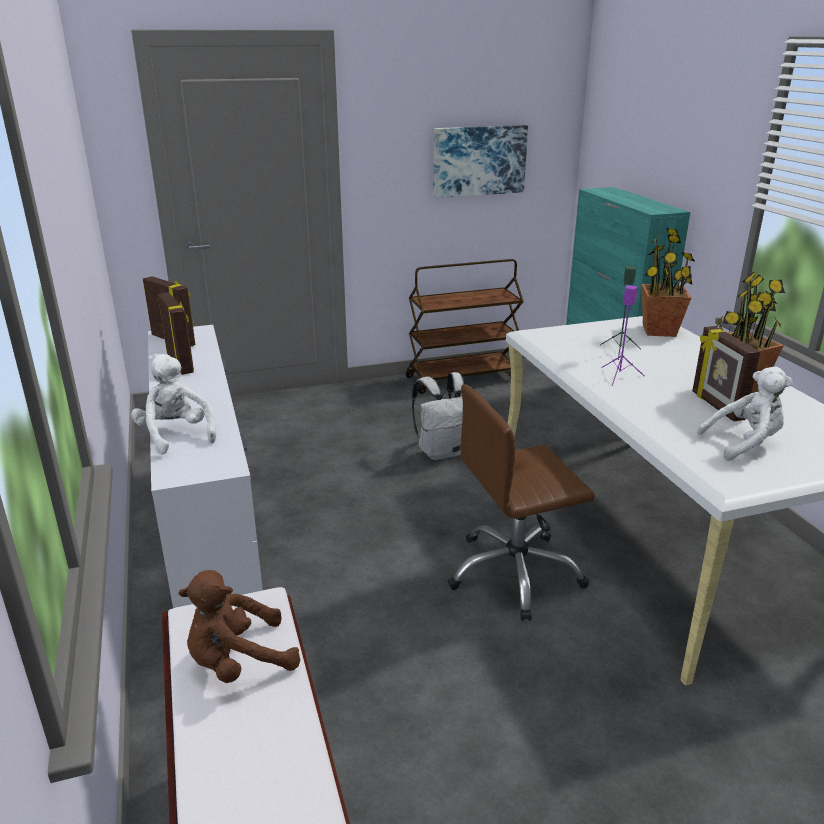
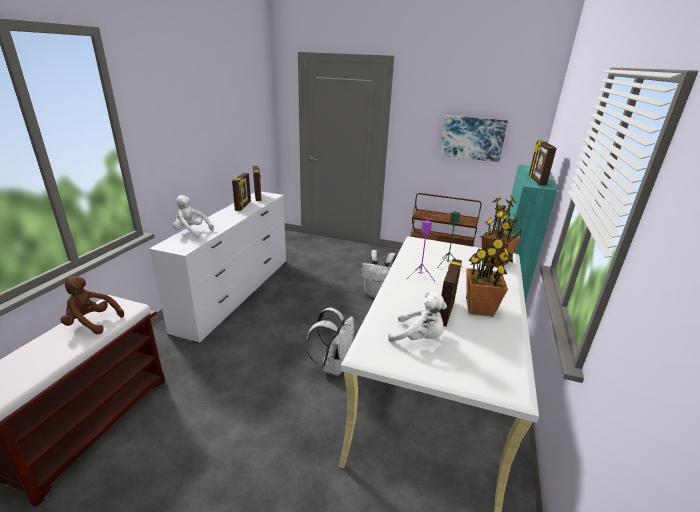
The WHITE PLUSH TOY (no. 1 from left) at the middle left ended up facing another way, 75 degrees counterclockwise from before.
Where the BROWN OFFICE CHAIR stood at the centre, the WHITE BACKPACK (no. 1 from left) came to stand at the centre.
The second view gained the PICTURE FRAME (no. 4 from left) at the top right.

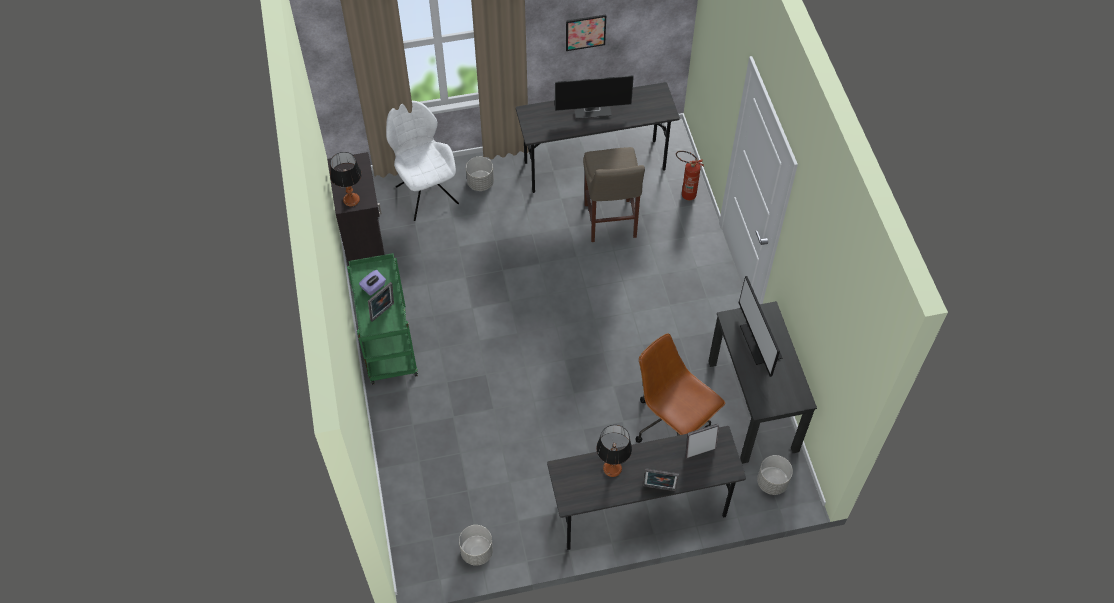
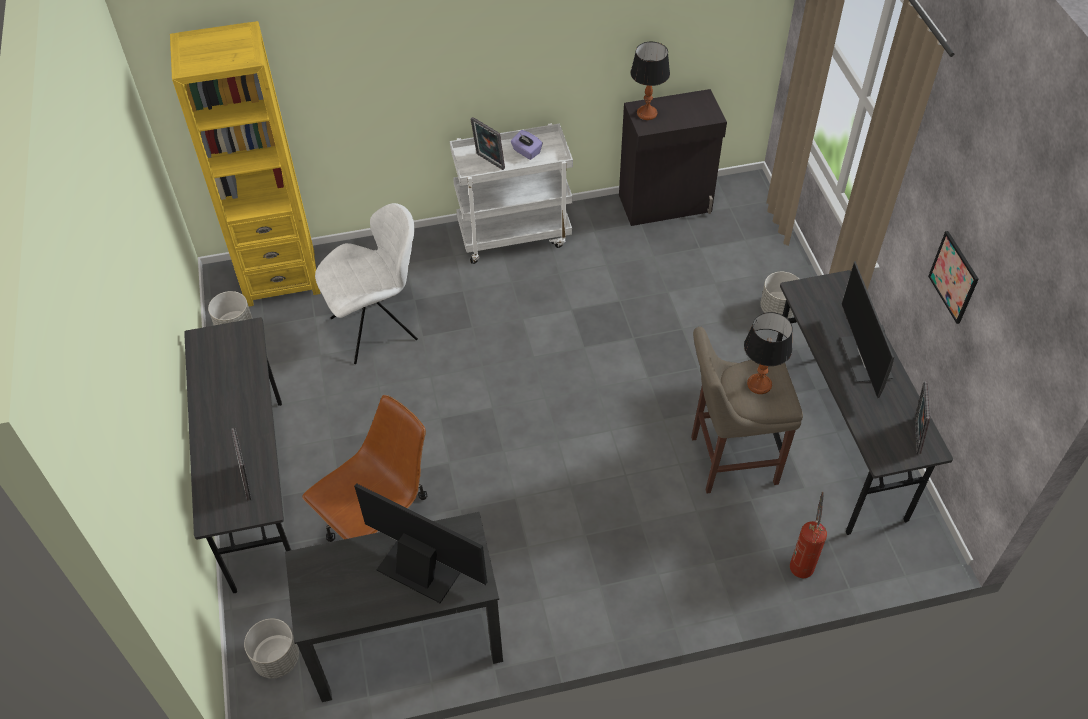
What was the GREEN CART at the centre turned into the WHITE CART at the top centre.
The WHITE CHAIR ended up elsewhere, having gone from the top centre to the centre.
The TABLE LAMP (no. 2 from left) ended up elsewhere, having gone from the bottom centre to the middle right.
The PICTURE FRAME (no. 2 from left in the first image) ended up elsewhere, having gone from the bottom centre to the middle right.
The MONITOR (no. 2 from left in the first image) at the middle right ended up facing another way, 45 degrees clockwise from before.
The second view gained the YELLOW BOOKCASE at the top left.

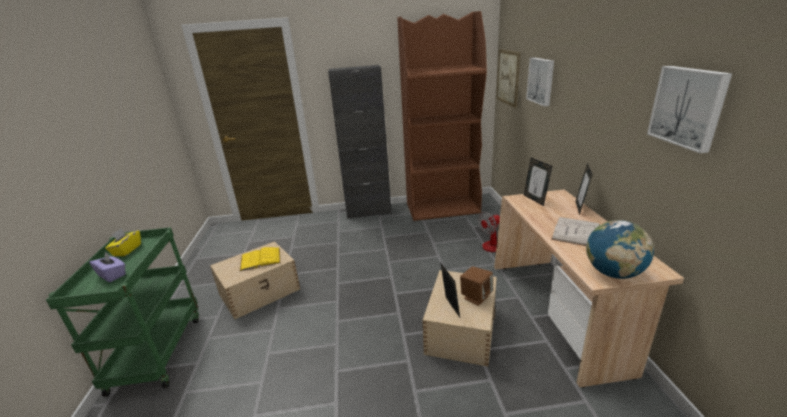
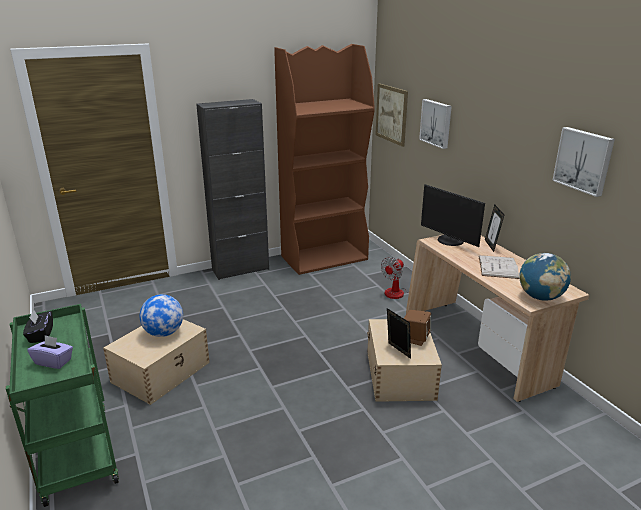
What was the YELLOW TISSUE BOX at the middle left turned into the BLACK TISSUE BOX at the middle left.
Where the YELLOW BOOK stood at the middle left, the GLOBE (no. 1 from left) came to stand at the middle left.
Where the PICTURE FRAME (no. 2 from left) stood at the middle right, the MONITOR came to stand at the middle right.

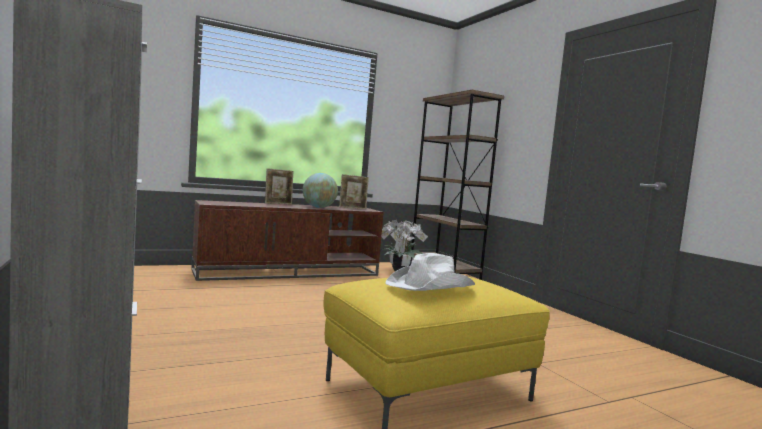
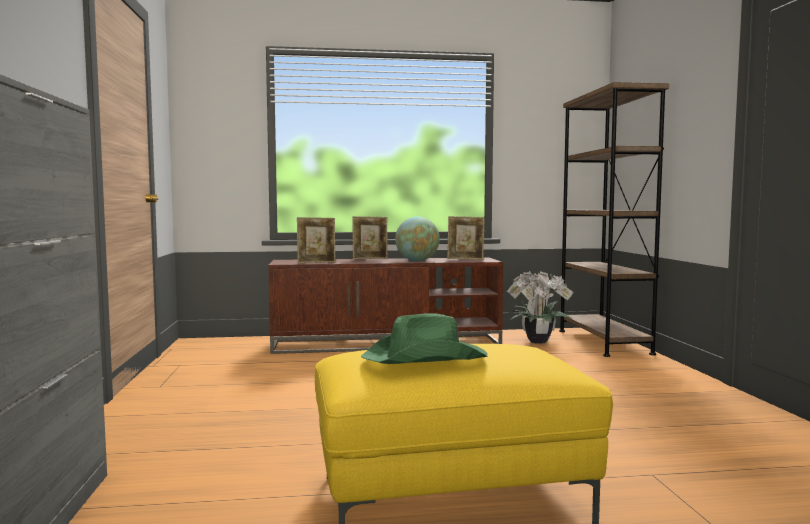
What was the WHITE HAT at the centre turned into the GREEN HAT at the centre.
The second view gained the PICTURE FRAME (no. 1 from left) at the centre.

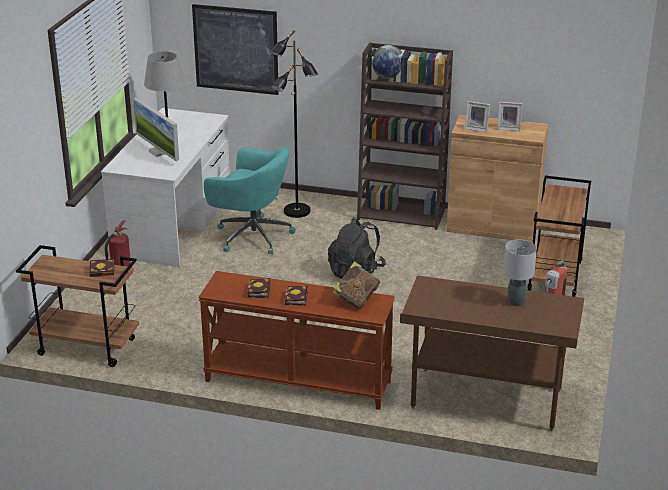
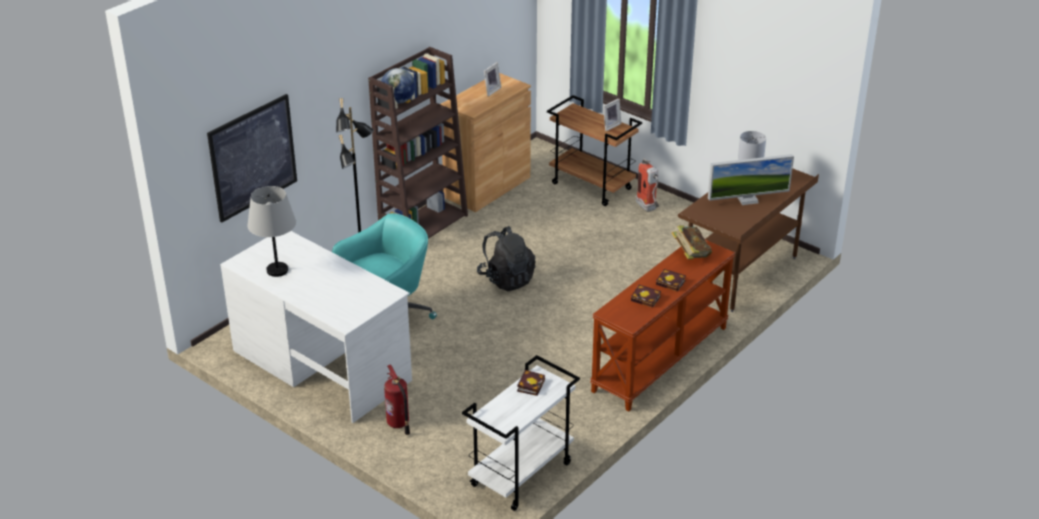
What was the BROWN CART (no. 1 from left) at the middle left turned into the WHITE CART at the bottom centre.
The MONITOR ended up elsewhere, having gone from the top left to the middle right.
The PICTURE FRAME (no. 1 from left in the first image) ended up elsewhere, having gone from the top right to the top centre.

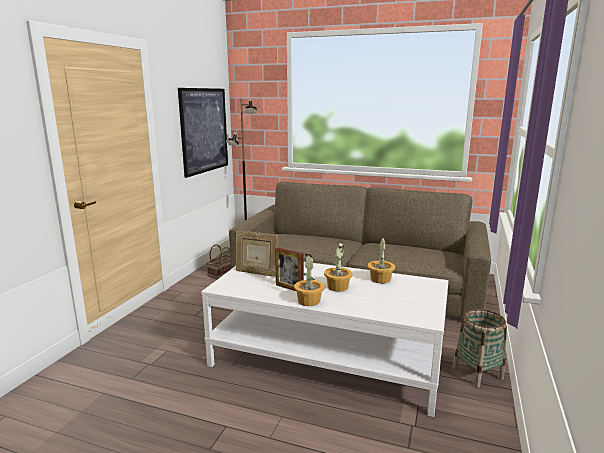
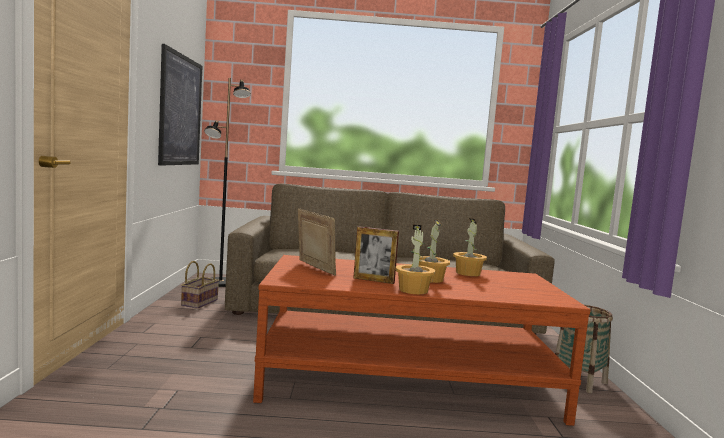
What was the WHITE COFFEE TABLE at the bottom centre turned into the BROWN COFFEE TABLE at the bottom centre.
The PICTURE FRAME (no. 1 from left) at the centre ended up facing another way, 135 degrees counterclockwise from before.

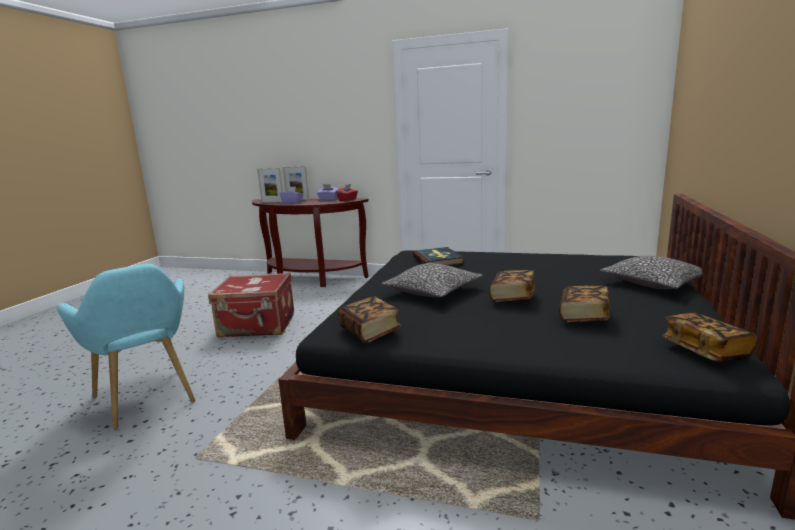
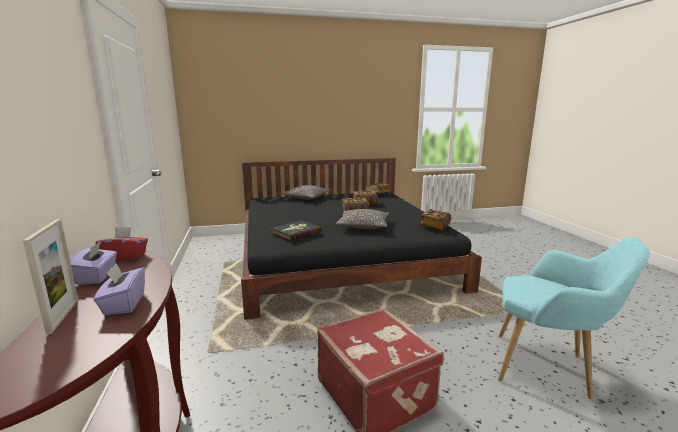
The TURQUOISE ARMCHAIR at the middle left ended up facing another way, 90 degrees clockwise from before.
The second view lost the PICTURE FRAME (no. 1 from left) at the centre.

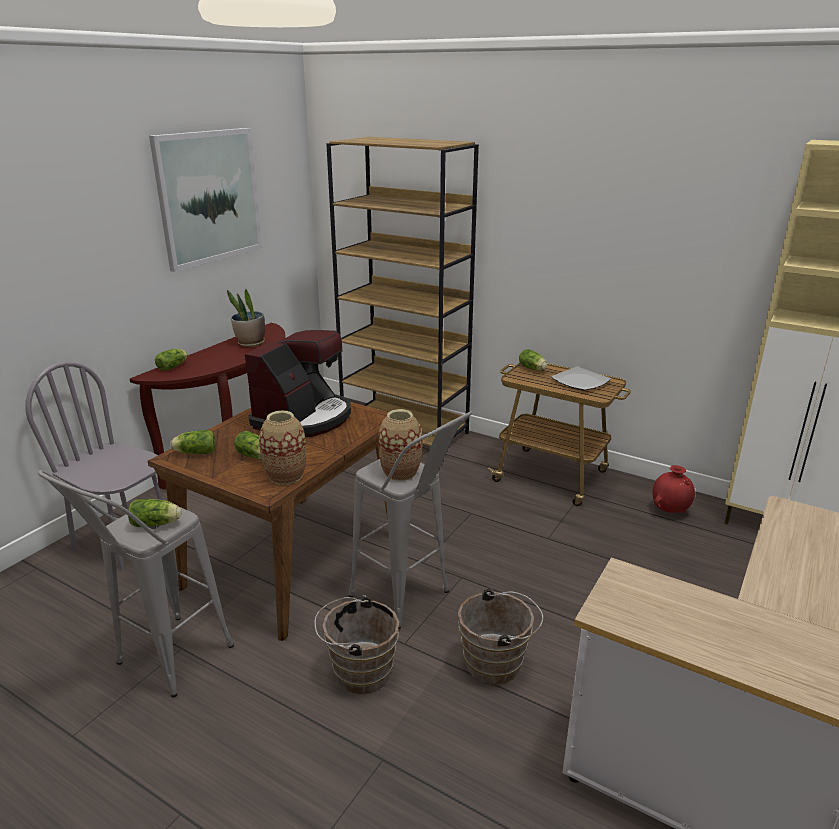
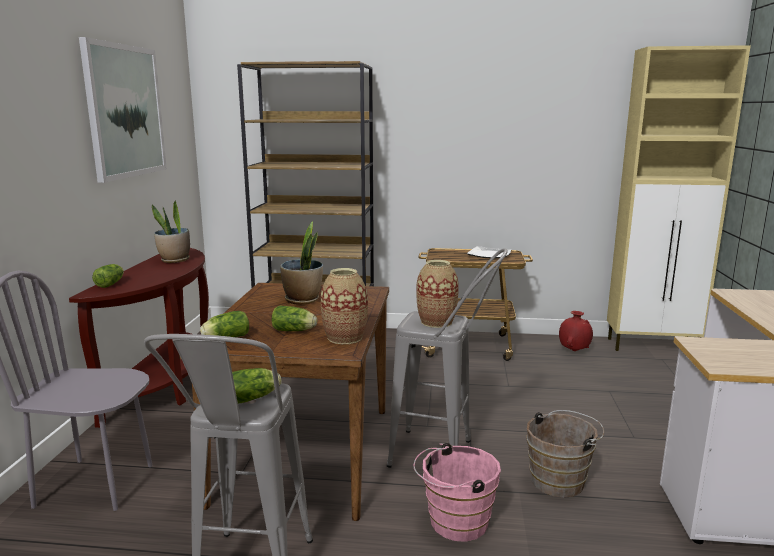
Where the COFFEE MACHINE stood at the centre, the POTTED PLANT (no. 2 from left) came to stand at the centre.
What was the BROWN BUCKET (no. 1 from left) at the bottom centre turned into the PINK BUCKET at the bottom centre.
The second view lost the LETTUCE (no. 5 from left) at the centre.

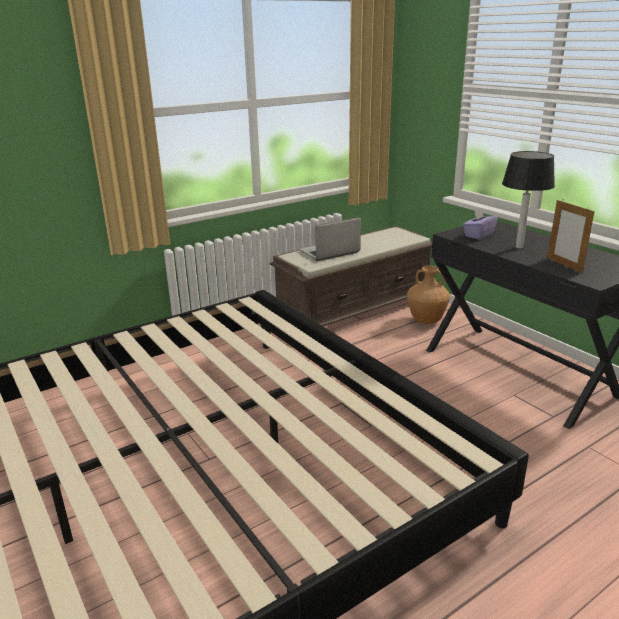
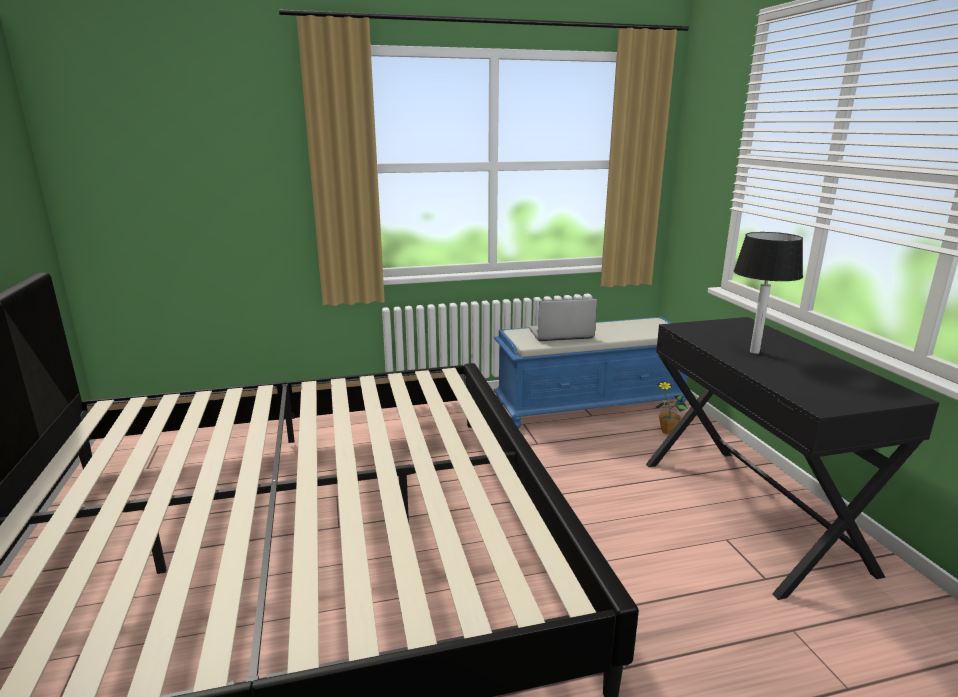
What was the BROWN BENCH at the centre turned into the BLUE BENCH at the centre.
Where the BROWN VASE stood at the middle right, the POTTED PLANT came to stand at the middle right.
The second view lost the PURPLE TISSUE BOX at the middle right.
The second view lost the PICTURE FRAME at the middle right.

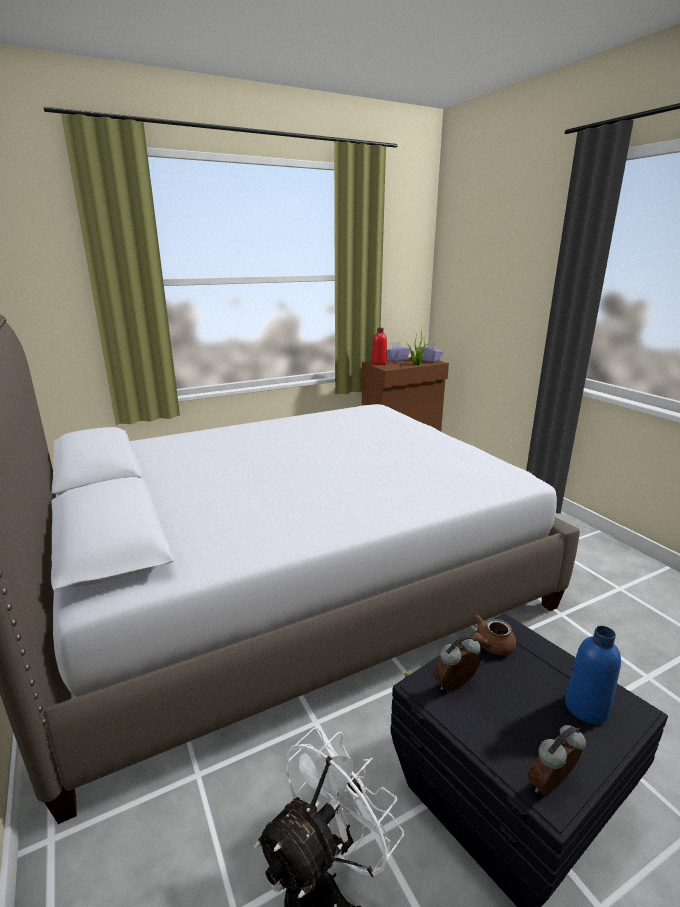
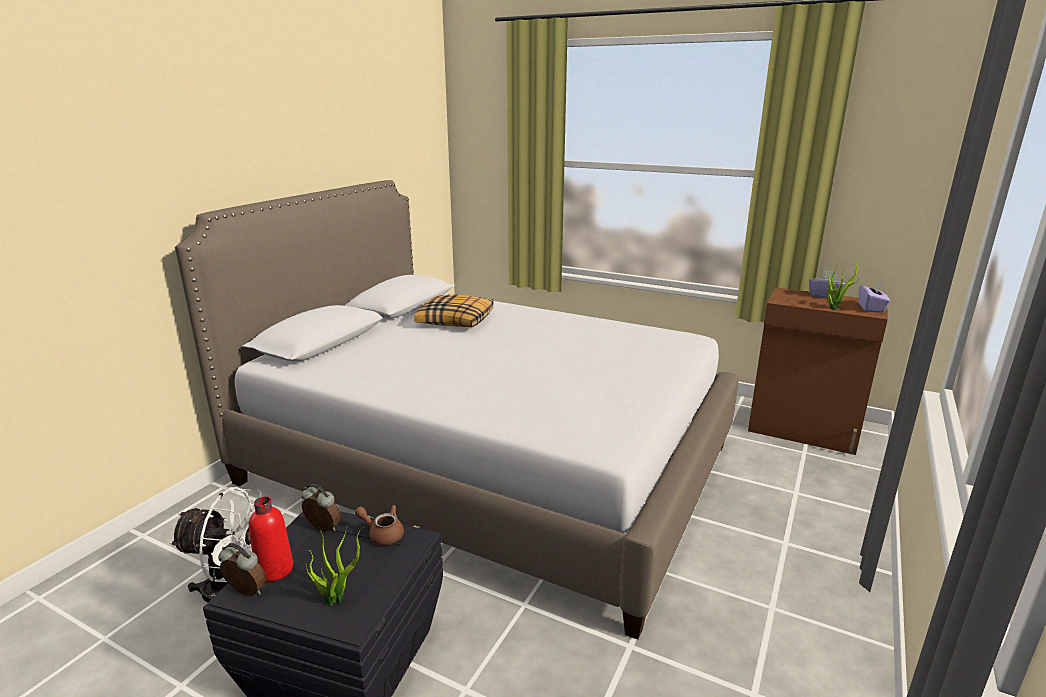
The RED BOTTLE ended up elsewhere, having gone from the centre to the bottom left.
Where the BLUE BOTTLE stood at the bottom right, the POTTED PLANT (no. 1 from left) came to stand at the bottom left.
The second view gained the PILLOW at the centre.

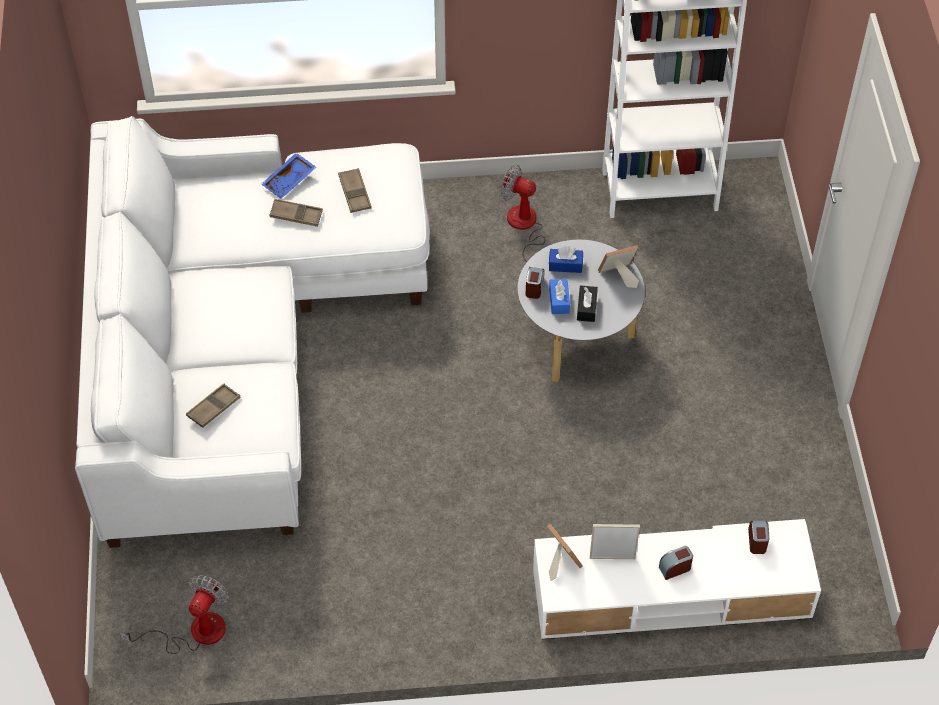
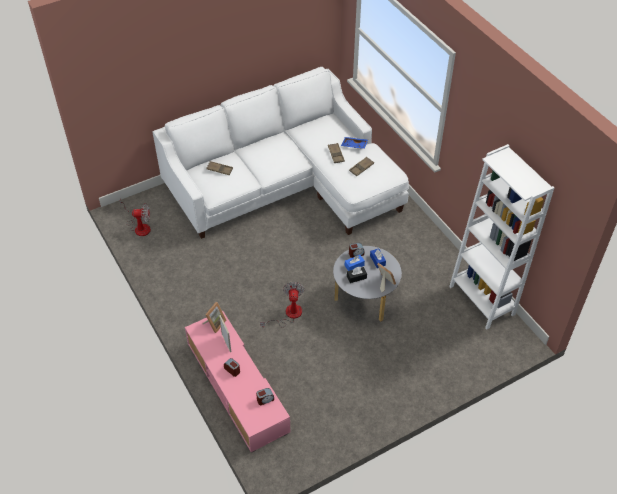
The FAN (no. 2 from left) ended up elsewhere, having gone from the top centre to the centre.
What was the WHITE TV STAND at the bottom right turned into the PINK TV STAND at the bottom centre.

